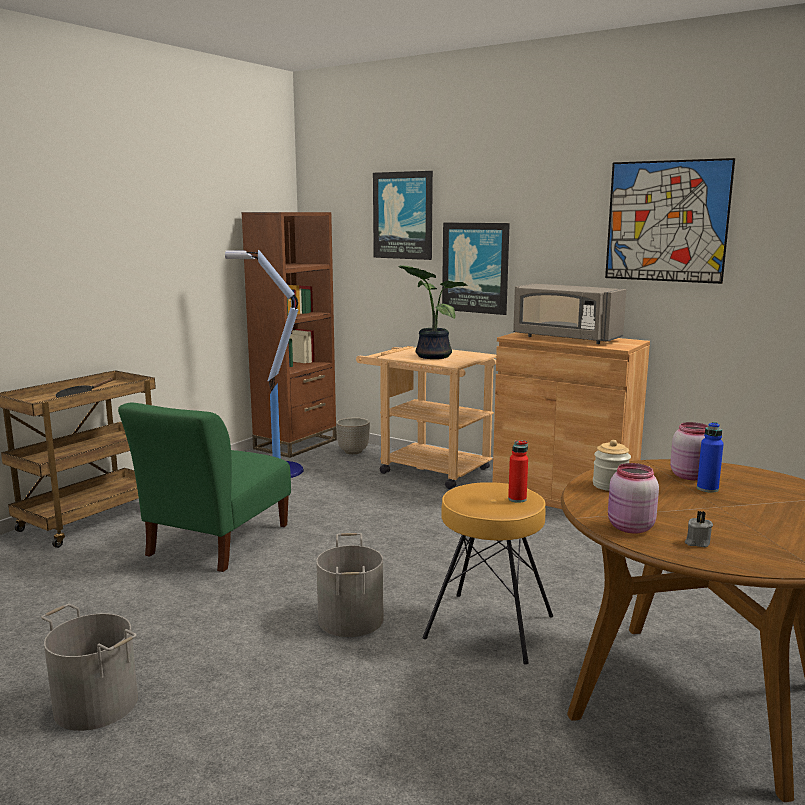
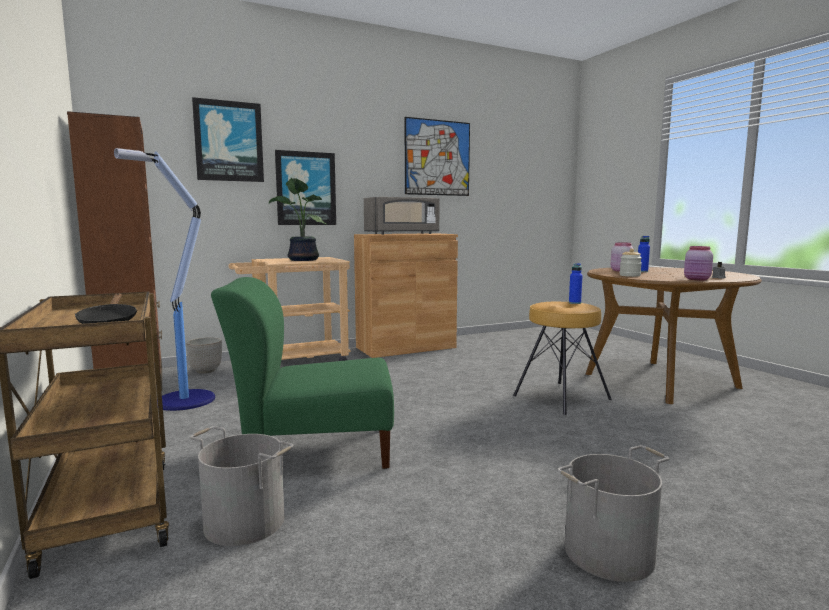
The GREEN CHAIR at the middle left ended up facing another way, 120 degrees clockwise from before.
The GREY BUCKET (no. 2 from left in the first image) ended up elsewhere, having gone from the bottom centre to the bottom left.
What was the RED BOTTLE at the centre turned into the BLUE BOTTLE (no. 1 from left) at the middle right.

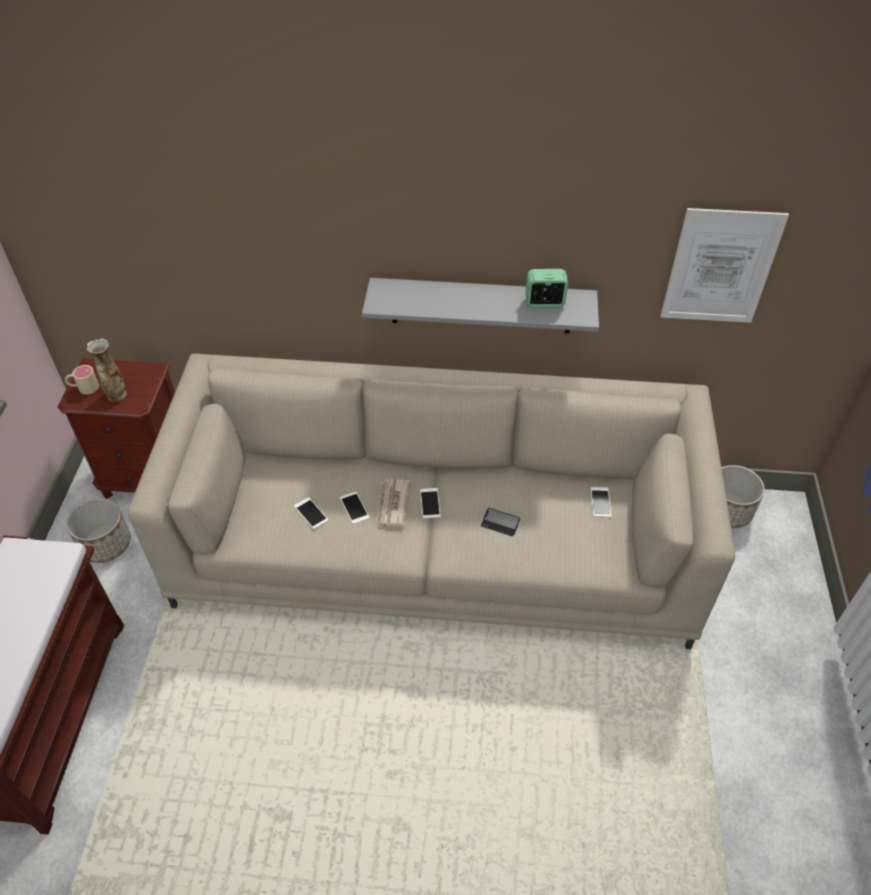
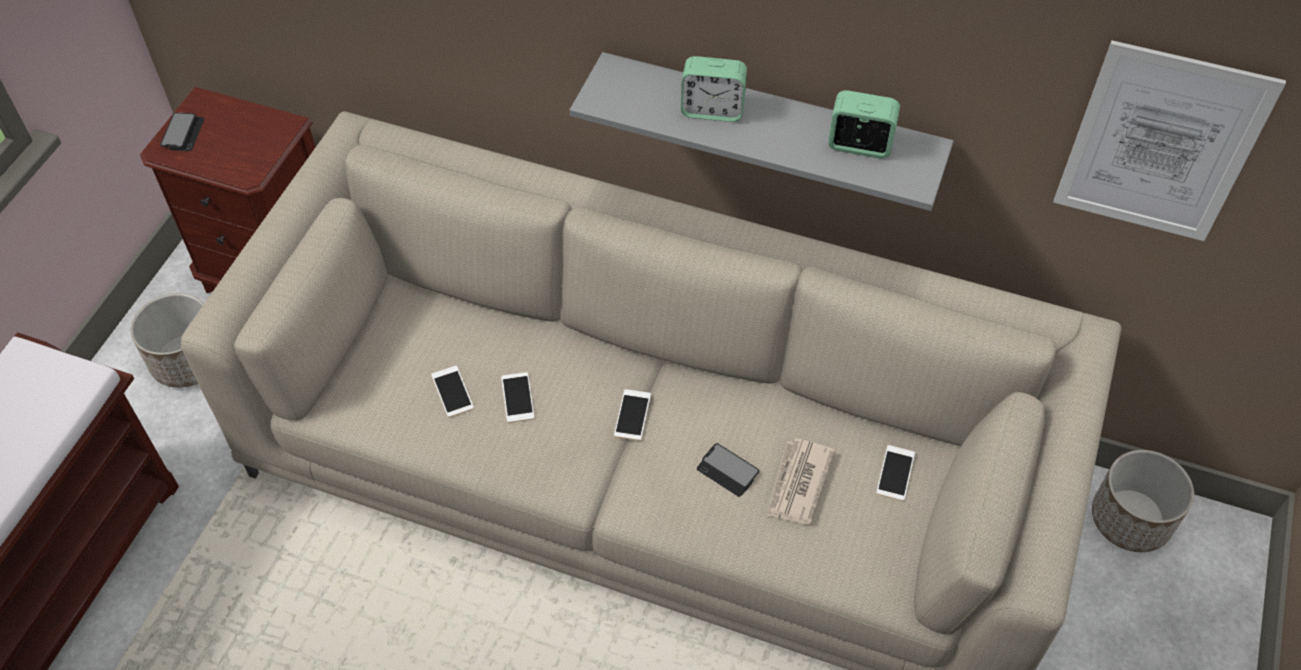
Where the BEIGE MUG stood at the middle left, the PHONE (no. 1 from left) came to stand at the top left.
The second view lost the VASE at the middle left.
The NEWSPAPER ended up elsewhere, having gone from the centre to the bottom centre.
The second view gained the ALARM CLOCK (no. 1 from left) at the top centre.

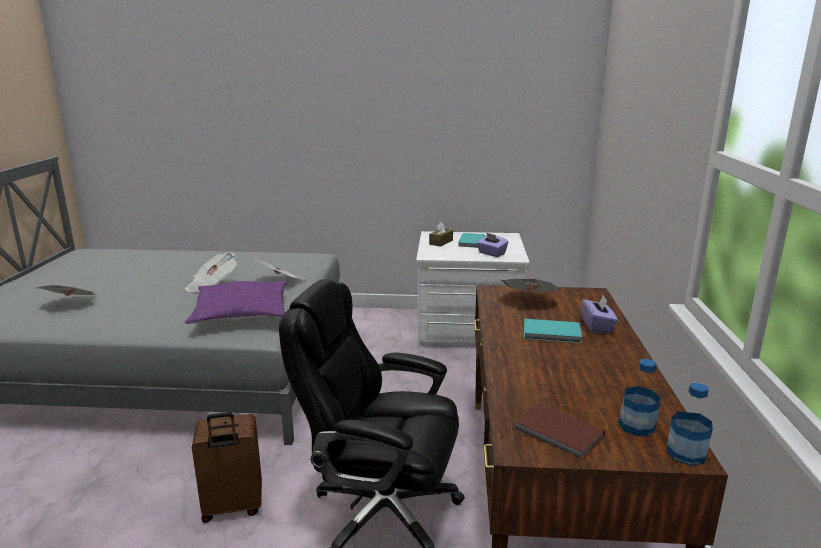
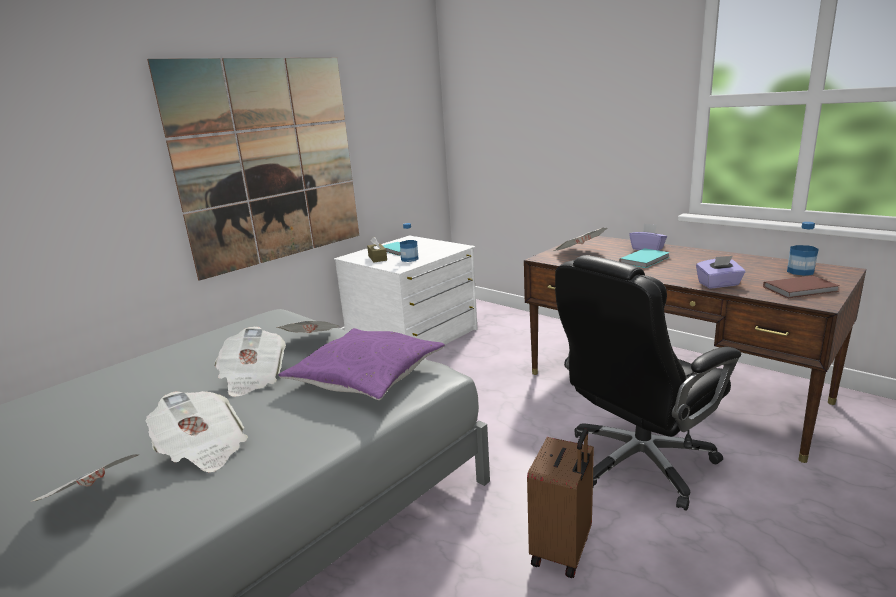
The PURPLE TISSUE BOX (no. 1 from left in the first image) ended up elsewhere, having gone from the centre to the middle right.
The BOTTLE (no. 2 from left in the first image) ended up elsewhere, having gone from the bottom right to the centre.
The second view gained the NEWSPAPER (no. 2 from left) at the bottom left.
The second view gained the PICTURE at the top left.

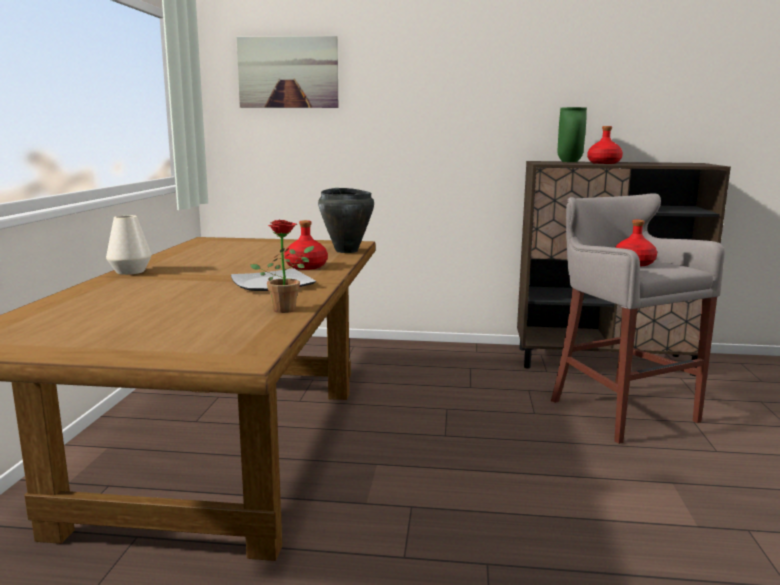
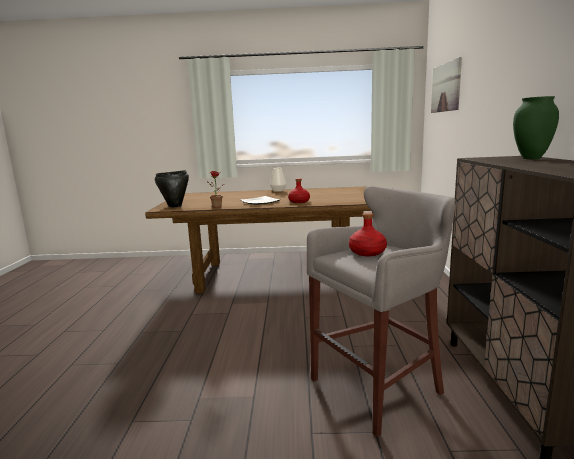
The BLACK COOKING POT ended up elsewhere, having gone from the centre to the middle left.
The second view lost the RED BOTTLE (no. 2 from left) at the top right.

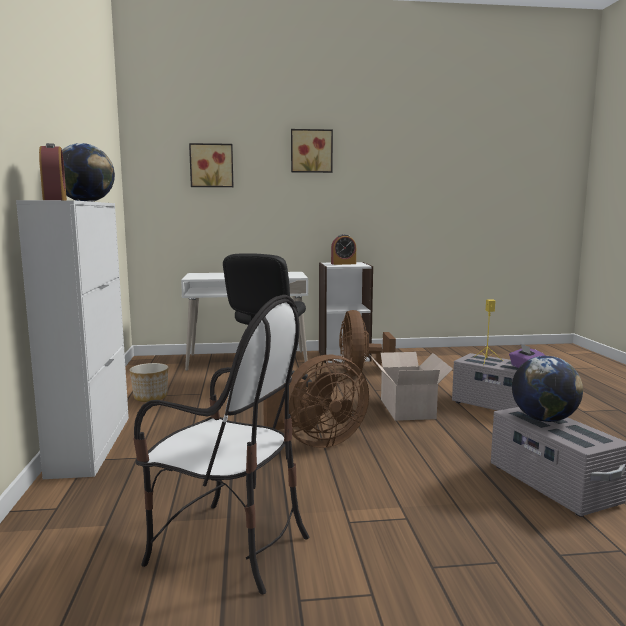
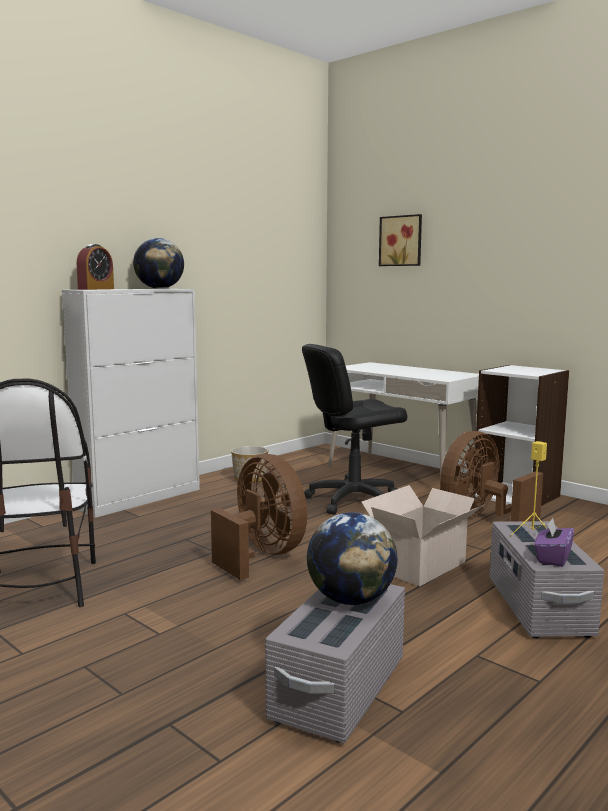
The BROWN FAN (no. 1 from left) at the centre ended up facing another way, 150 degrees counterclockwise from before.
The second view lost the PICTURE (no. 2 from left) at the top centre.
The second view lost the ALARM CLOCK (no. 2 from left) at the centre.

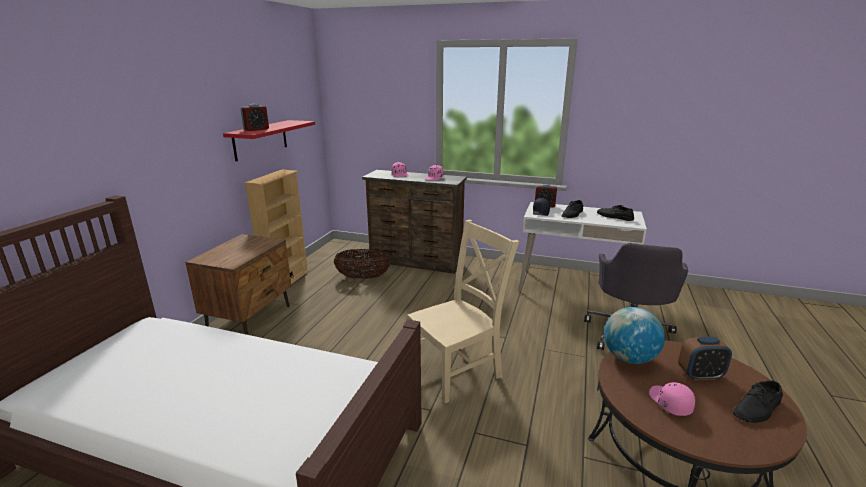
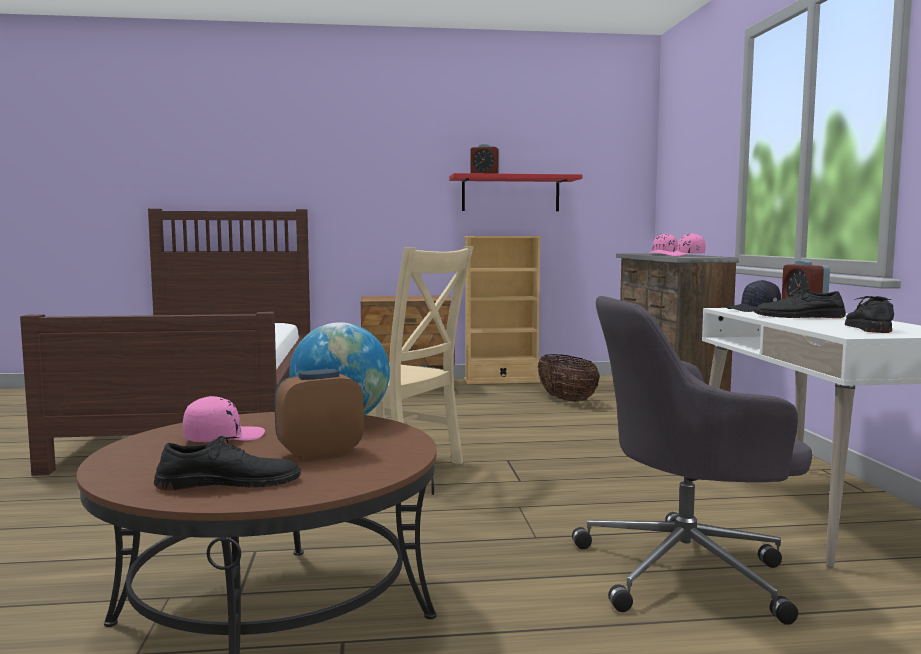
The ALARM CLOCK (no. 3 from left in the first image) at the bottom right ended up facing another way, 90 degrees clockwise from before.
The BLACK SHOE (no. 3 from left in the first image) at the bottom right ended up facing another way, 135 degrees clockwise from before.

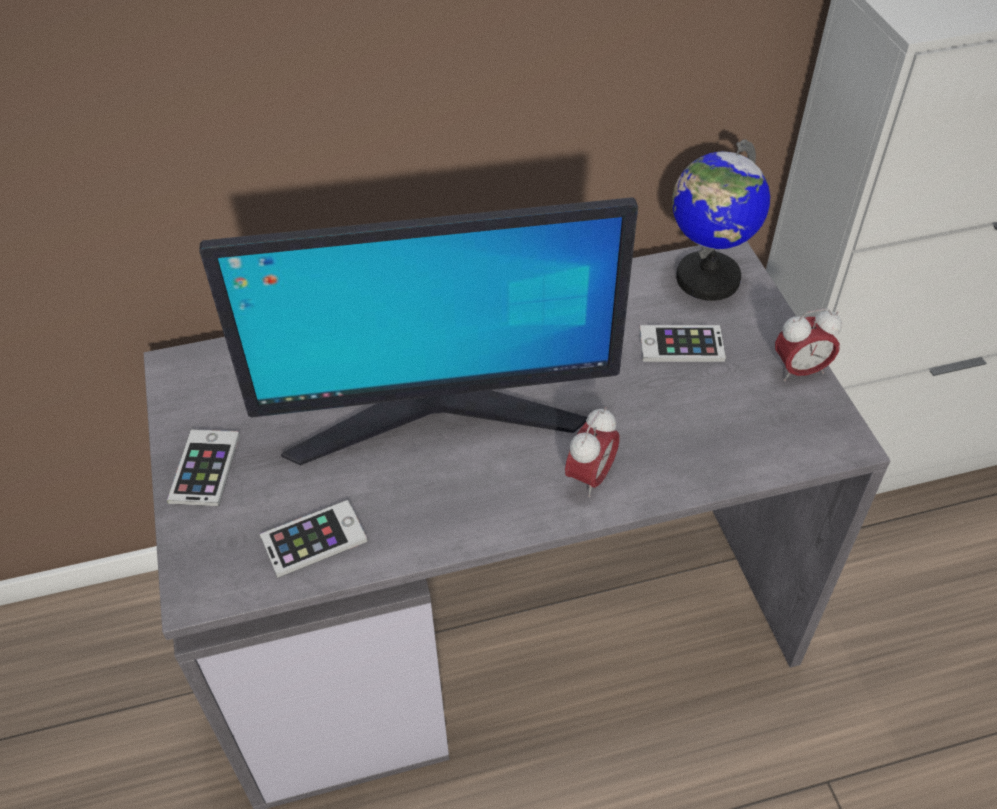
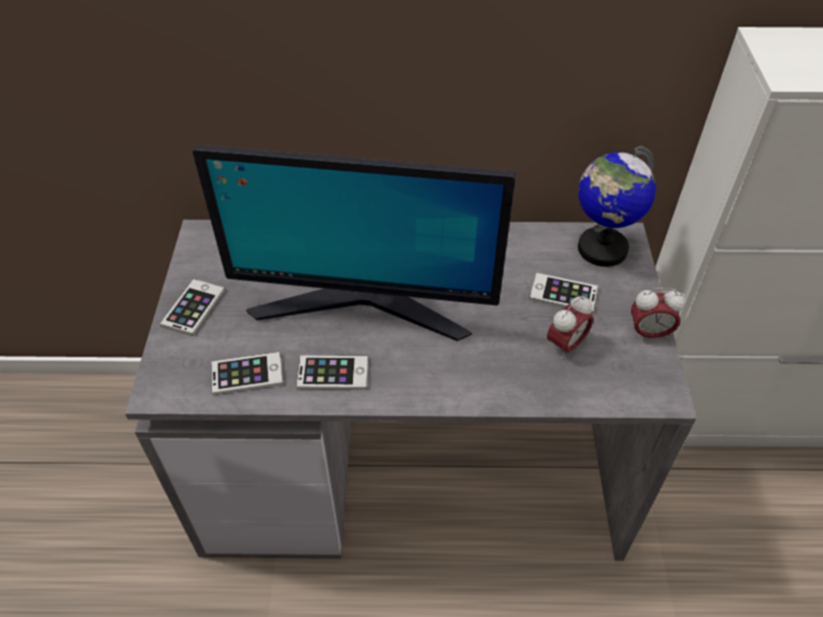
The ALARM CLOCK (no. 1 from left) ended up elsewhere, having gone from the centre to the middle right.
The second view gained the PHONE (no. 3 from left) at the centre.

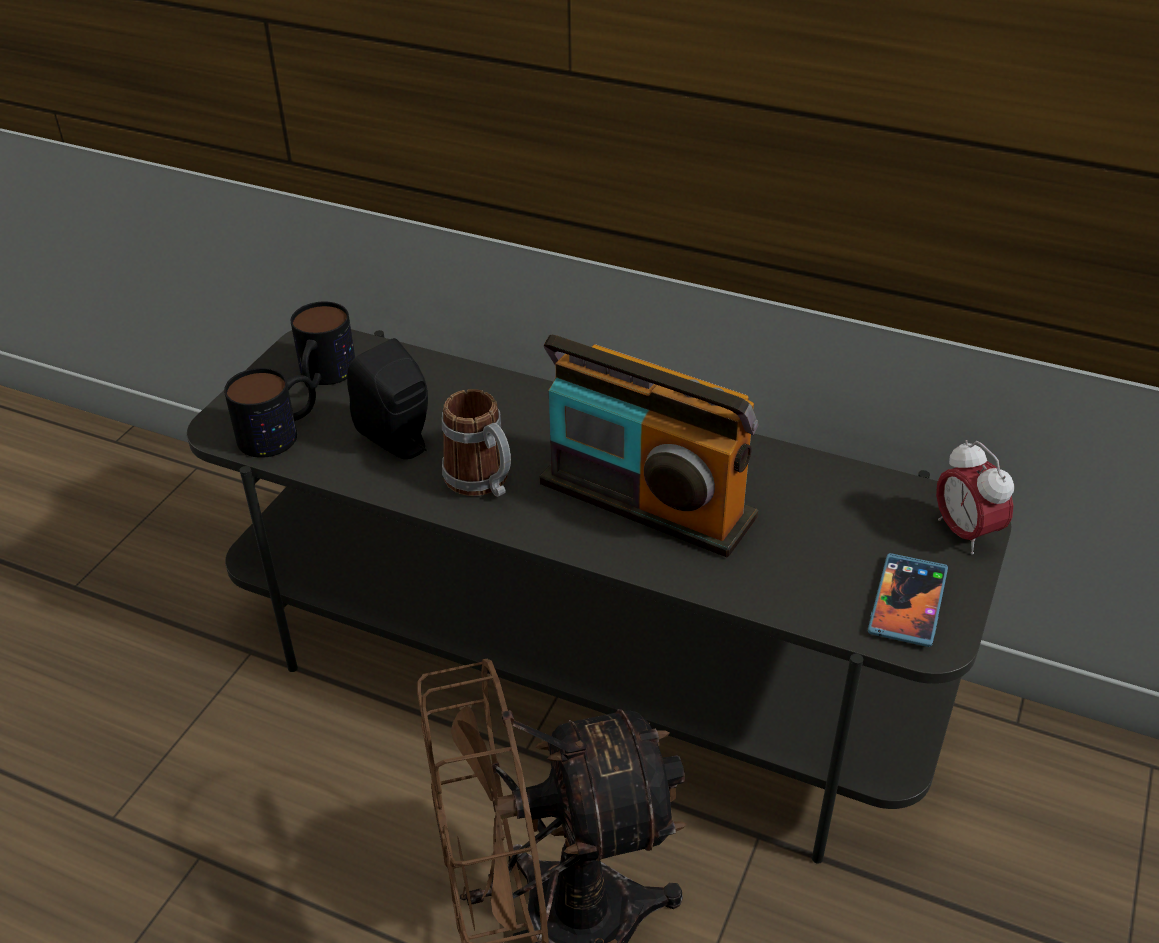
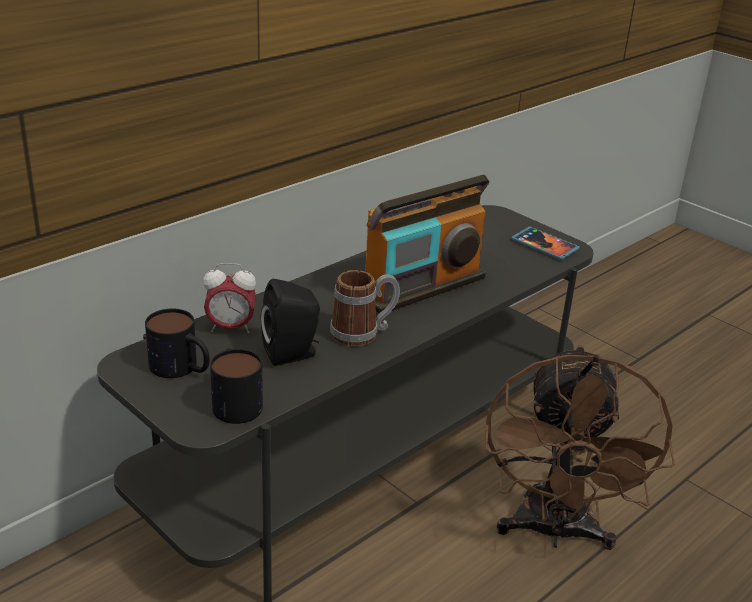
The ALARM CLOCK ended up elsewhere, having gone from the middle right to the middle left.

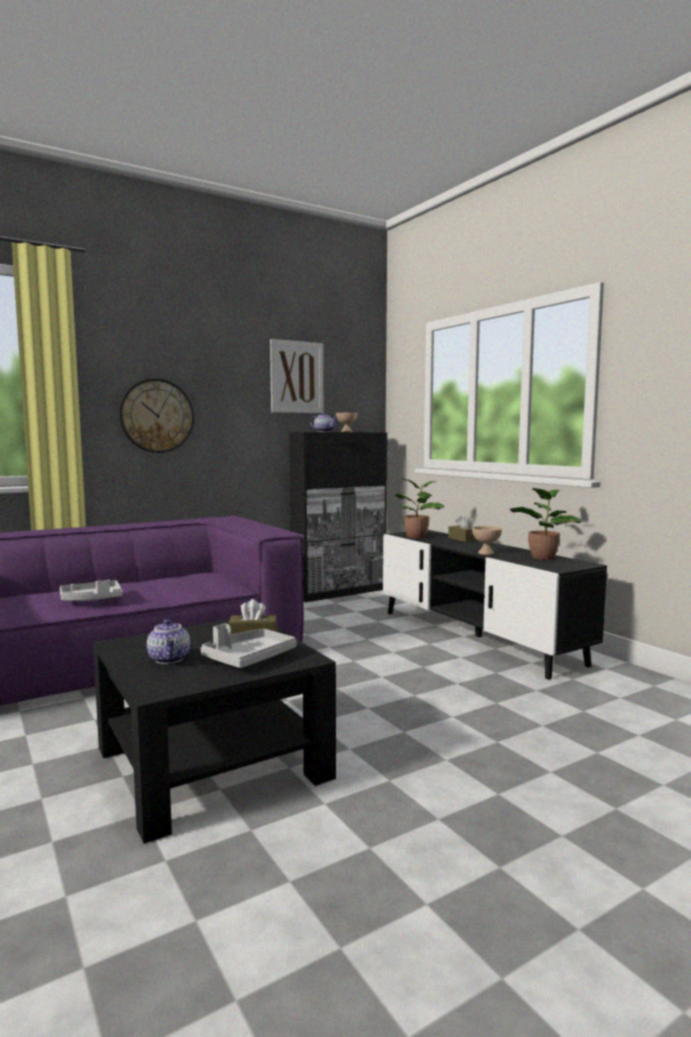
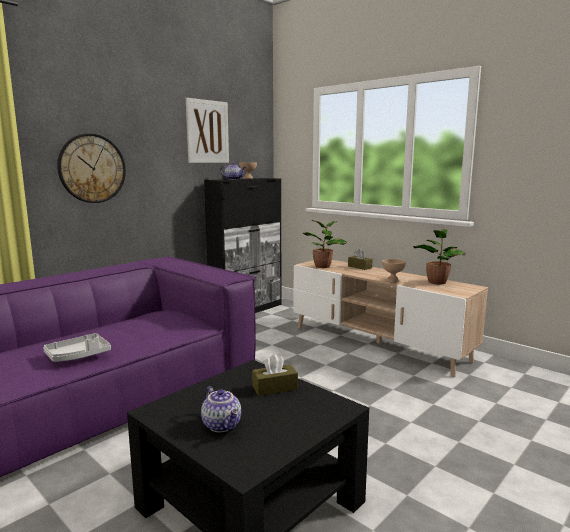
The second view lost the GREY TRAY (no. 2 from left) at the centre.
What was the BLACK TV STAND at the middle right turned into the BEIGE TV STAND at the middle right.

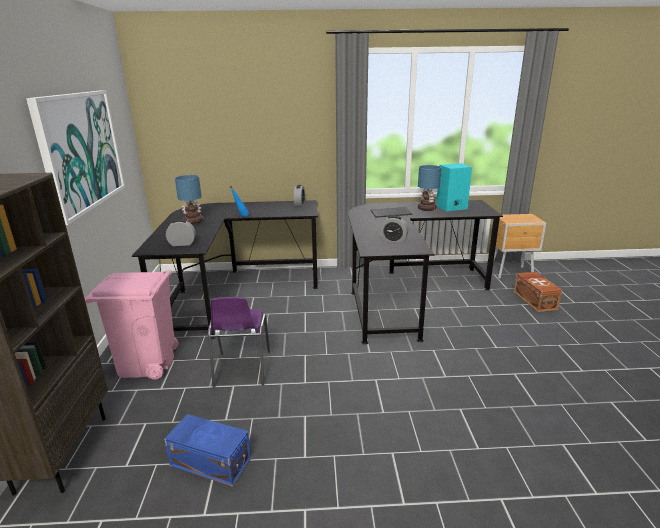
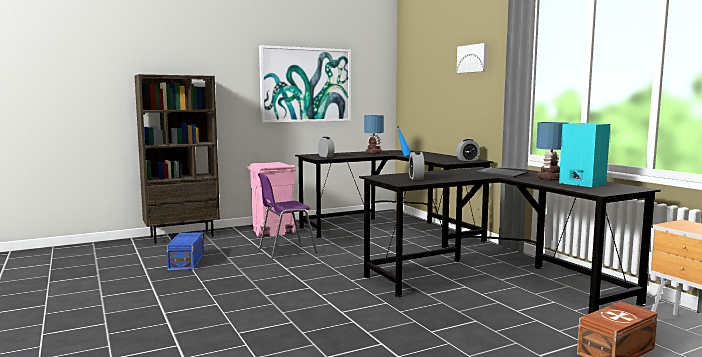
The second view gained the PICTURE (no. 2 from left) at the top right.

